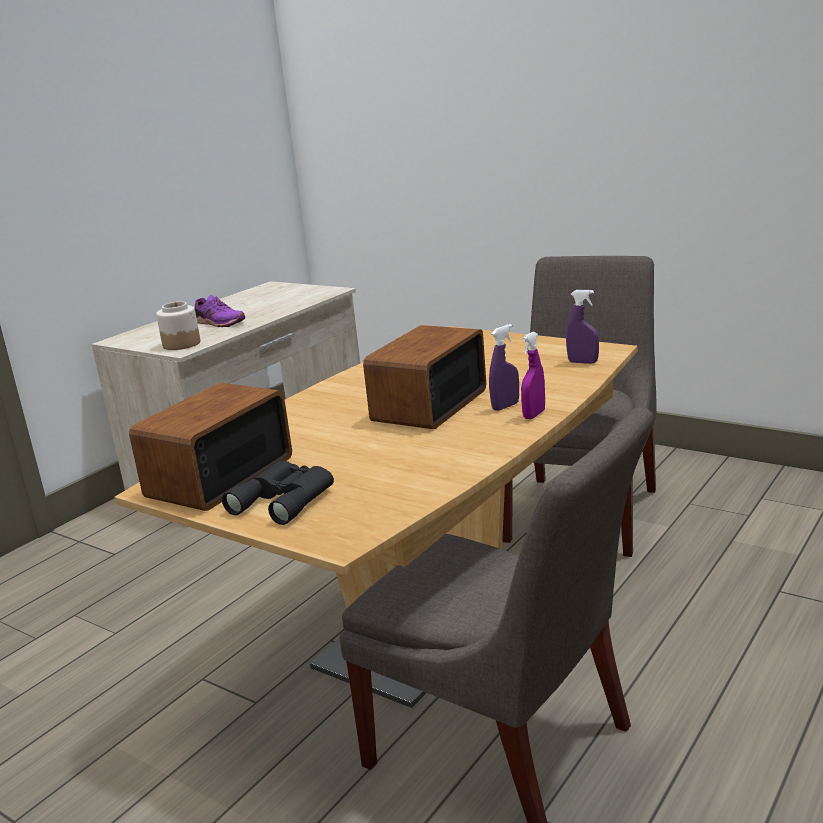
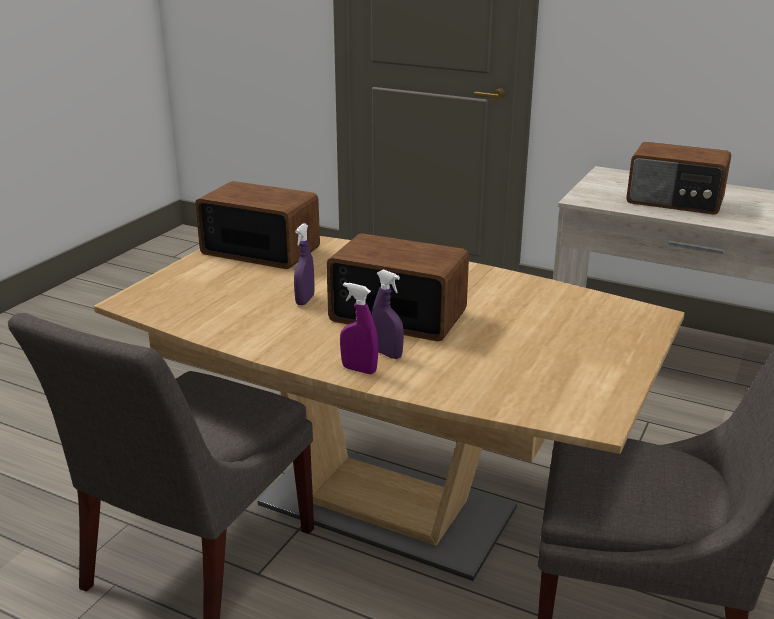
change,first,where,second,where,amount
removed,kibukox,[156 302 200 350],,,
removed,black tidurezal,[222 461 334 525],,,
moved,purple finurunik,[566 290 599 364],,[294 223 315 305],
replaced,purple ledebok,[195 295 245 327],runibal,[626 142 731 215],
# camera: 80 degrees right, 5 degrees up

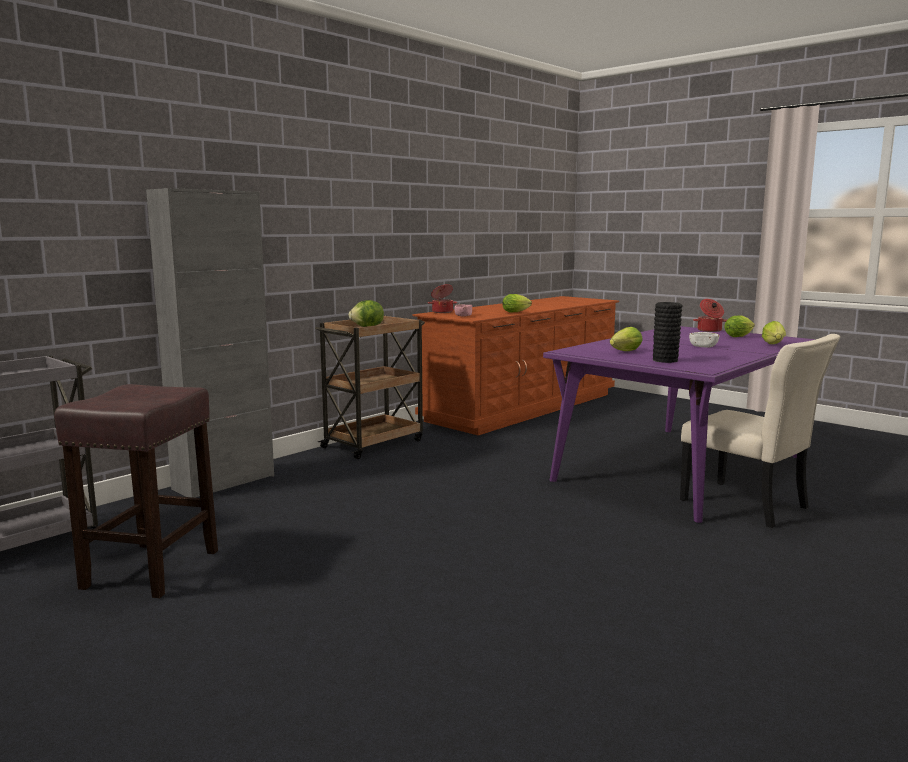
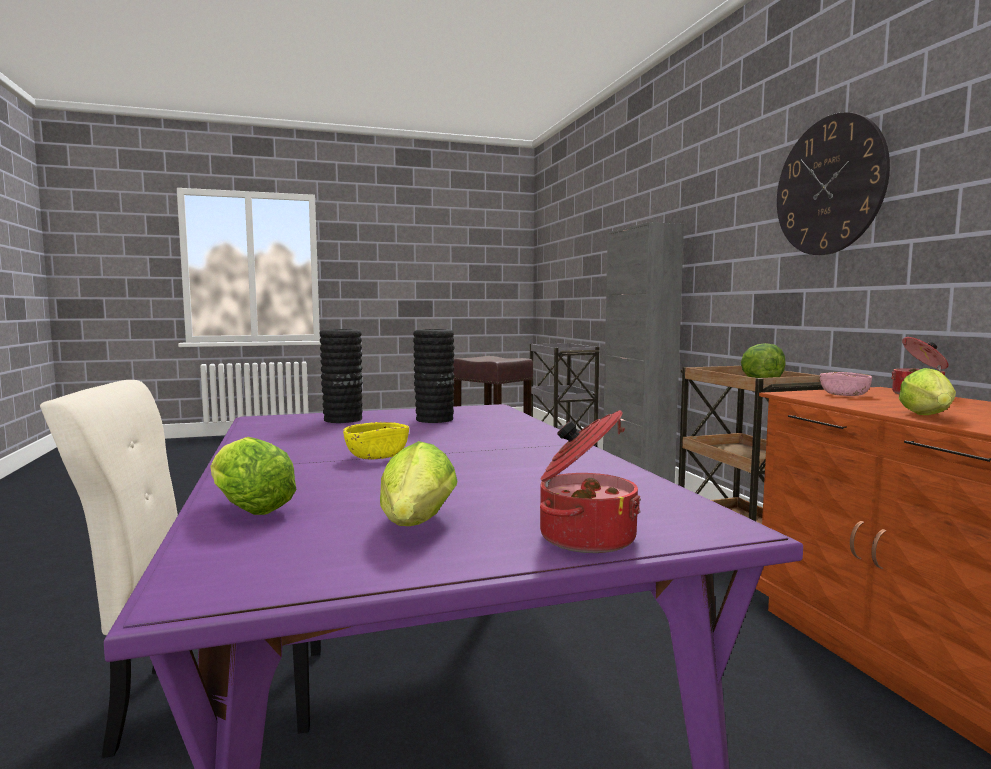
change,first,where,second,where,amount
added,,,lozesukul,[777 112 890 255],
replaced,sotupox,[610 327 643 351],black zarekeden,[413 329 454 423],
recoloured,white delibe,[689 332 719 347],yellow delibe,[343 422 409 459],
# camera: 120 degrees right, 5 degrees down

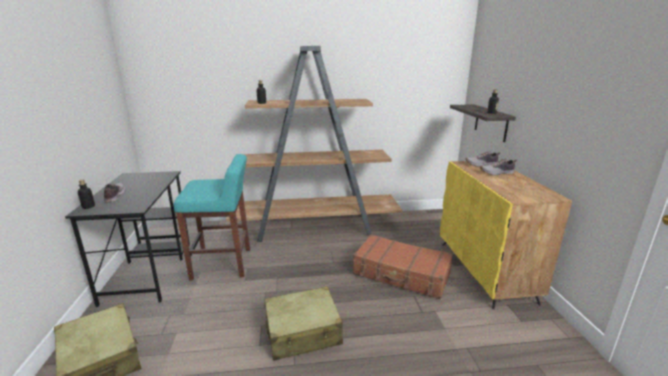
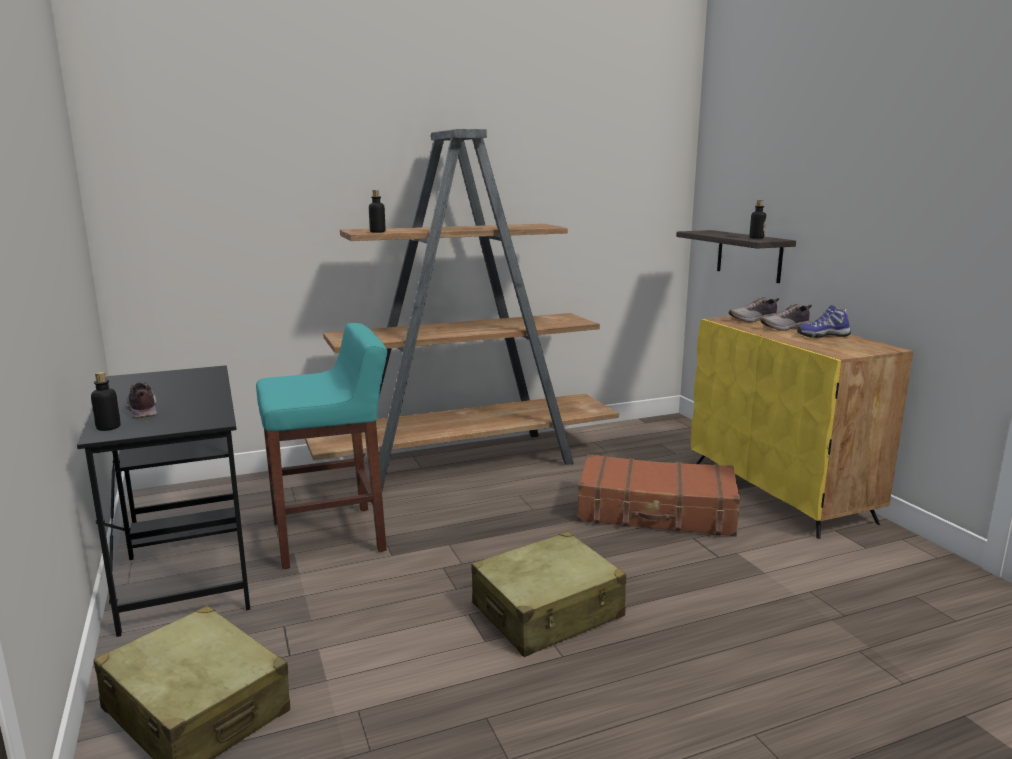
change,first,where,second,where,amount
added,,,ledebok,[797 305 851 338],
# camera: 15 degrees left, 5 degrees down

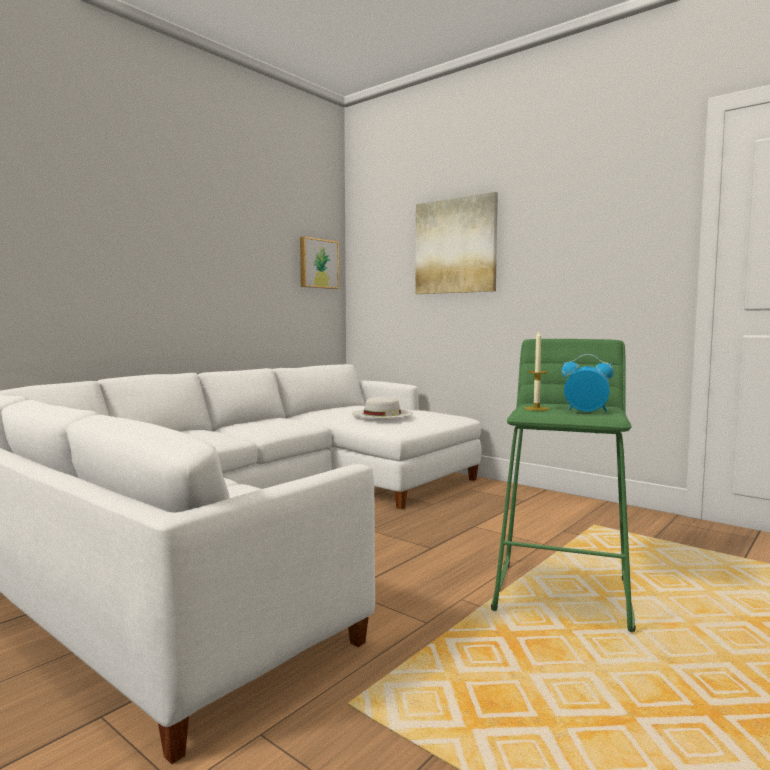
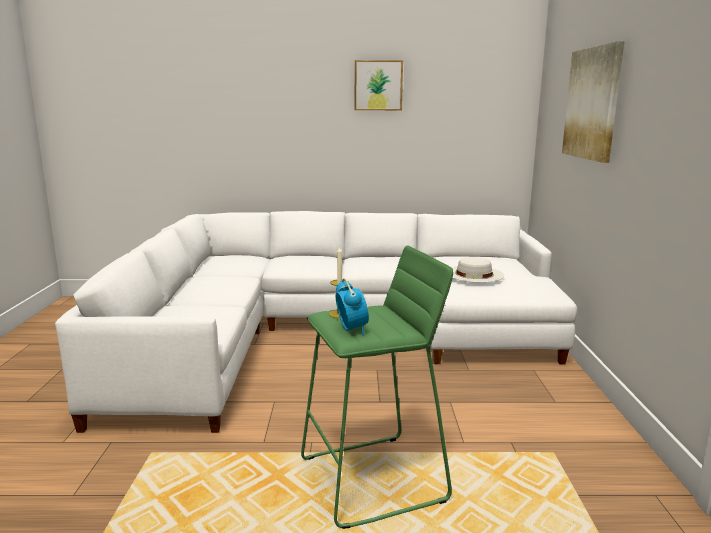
change,first,where,second,where,amount
moved,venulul,[300 237 339 289],,[355 60 403 110],
# camera: 50 degrees right, 10 degrees up

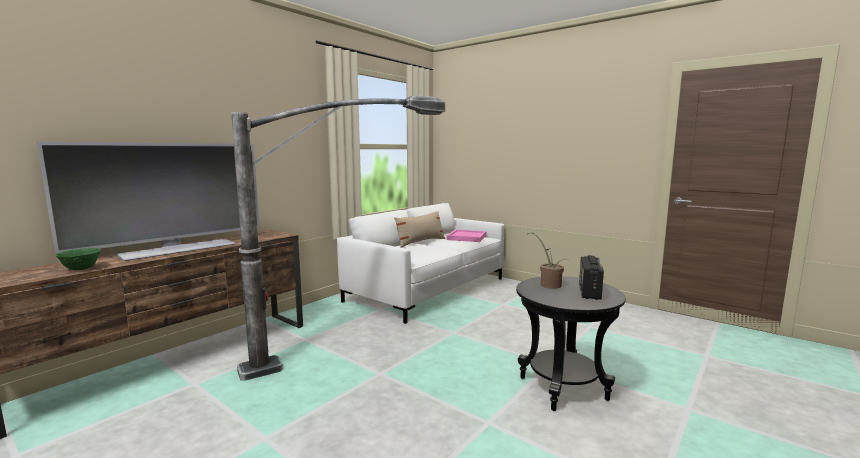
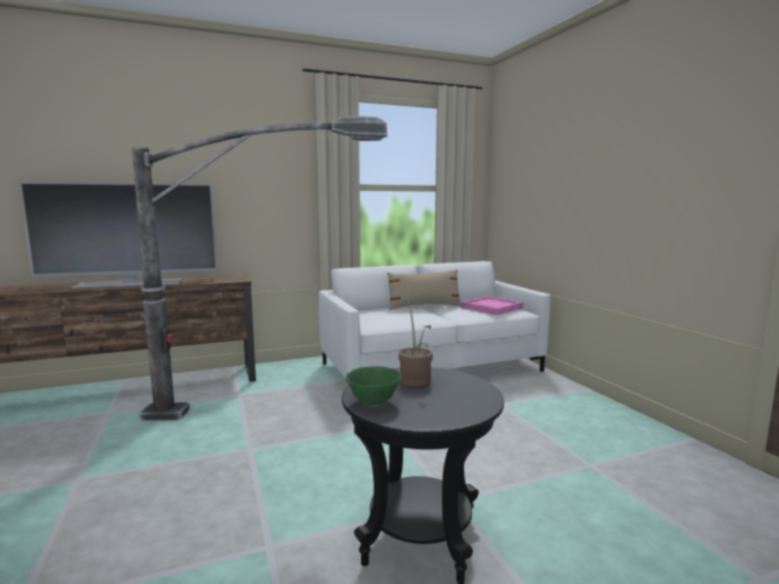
change,first,where,second,where,amount
removed,runibal,[579 255 604 300],,,
moved,green delibe,[56 248 101 270],,[346 366 402 405],
# camera: 30 degrees right, 0 degrees up

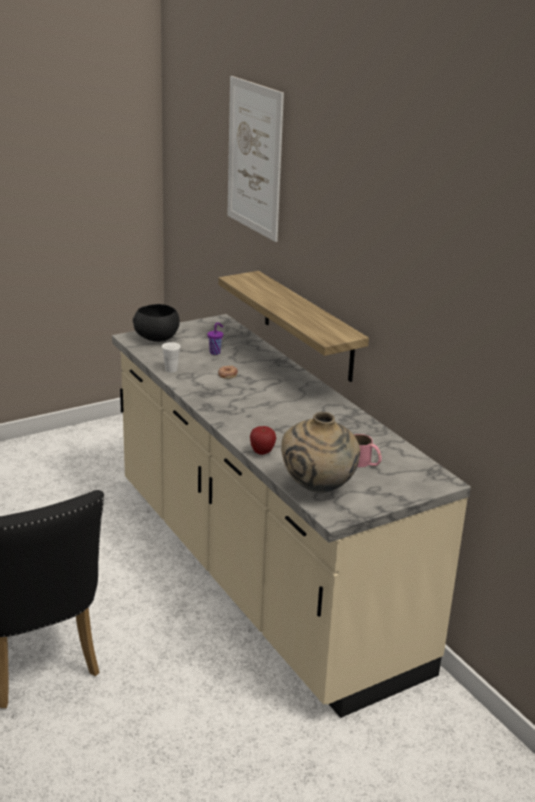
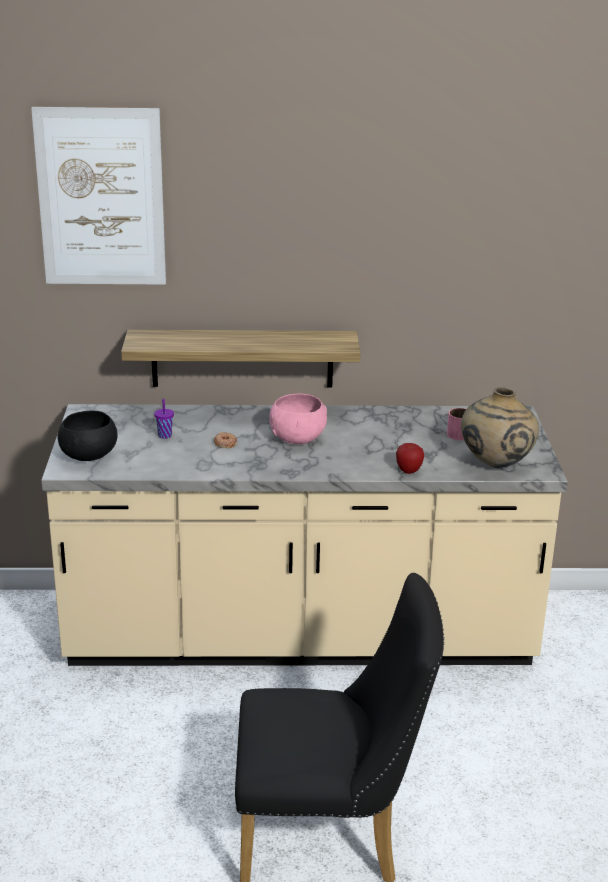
change,first,where,second,where,amount
removed,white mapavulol,[162 342 181 373],,,
added,,,pink delibe,[269 394 327 444],
# camera: 60 degrees left, 0 degrees up

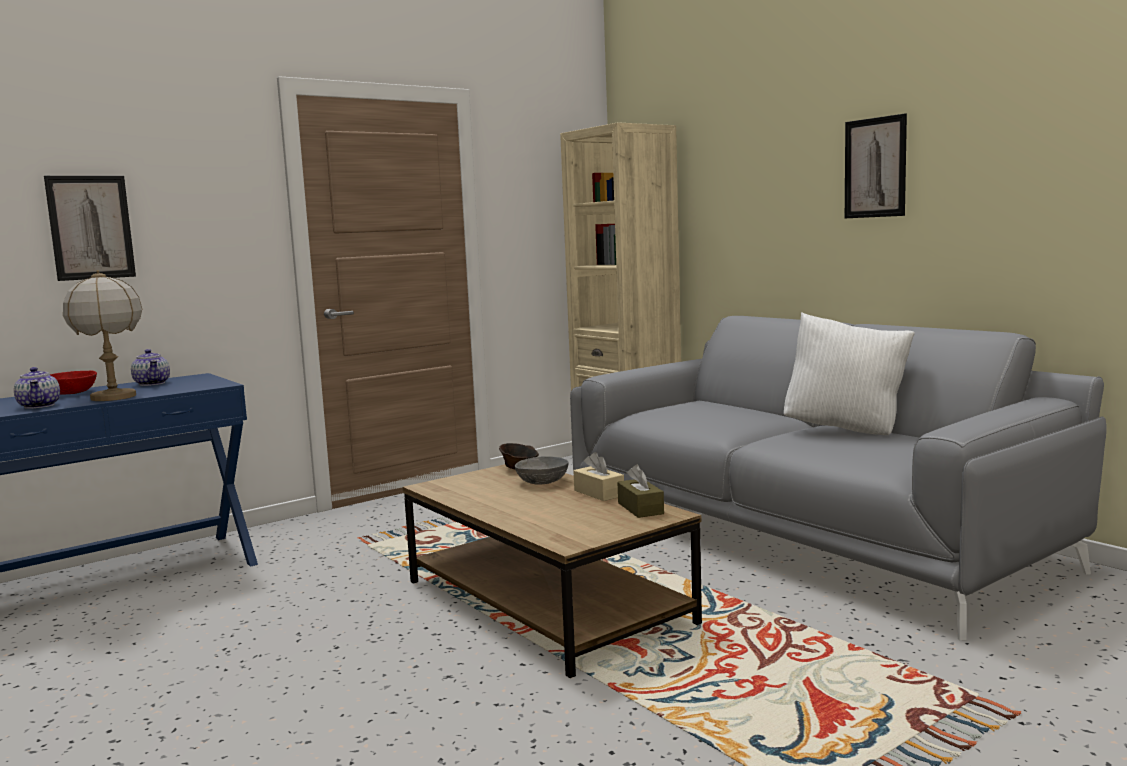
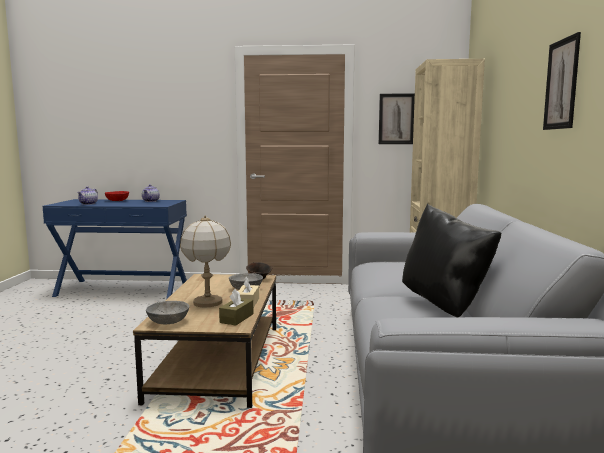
change,first,where,second,where,amount
added,,,grey delibe,[146 301 189 324],
moved,venulul,[44 176 136 281],,[379 93 415 144],
moved,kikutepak,[63 270 142 401],,[180 215 231 307],
recoloured,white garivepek,[784 312 915 435],black garivepek,[402 203 502 317],
# camera: 40 degrees right, 0 degrees up

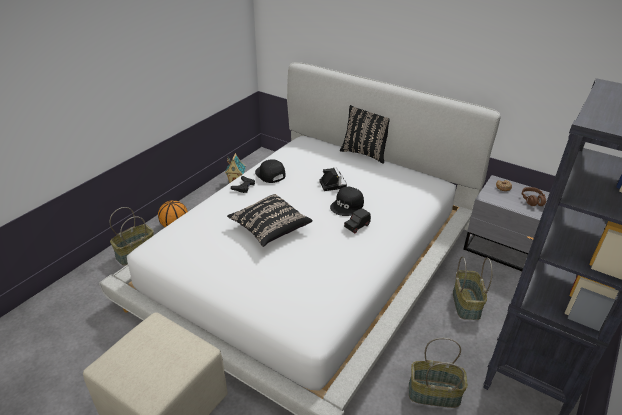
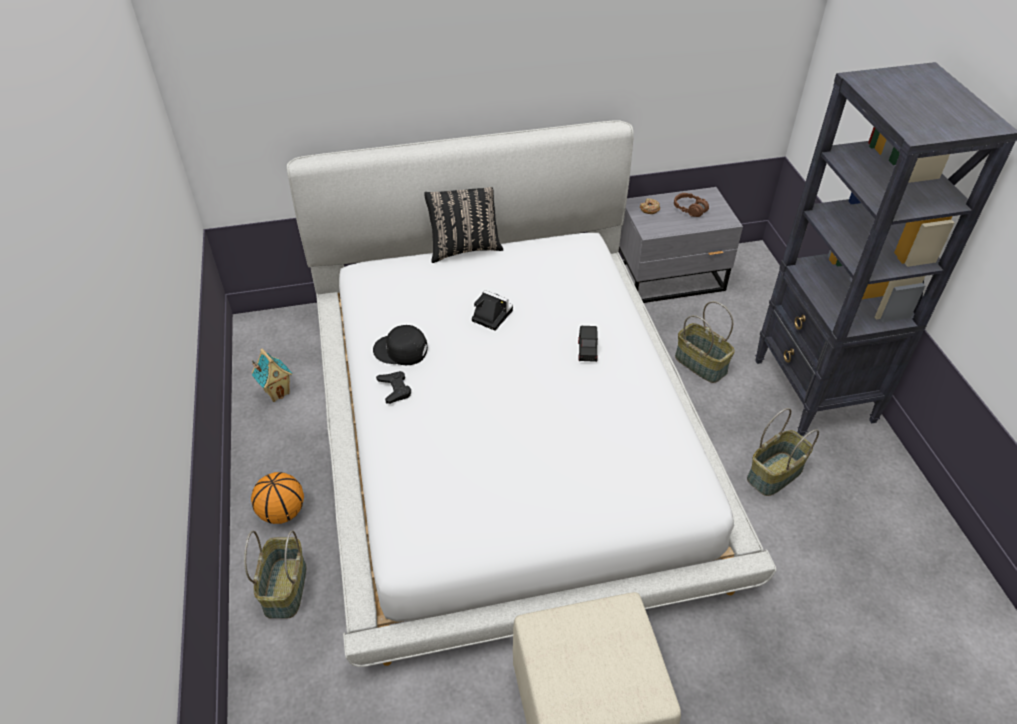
change,first,where,second,where,amount
removed,black garivepek,[227 194 312 247],,,
removed,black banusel,[330 187 364 216],,,
# camera: 45 degrees left, 10 degrees up

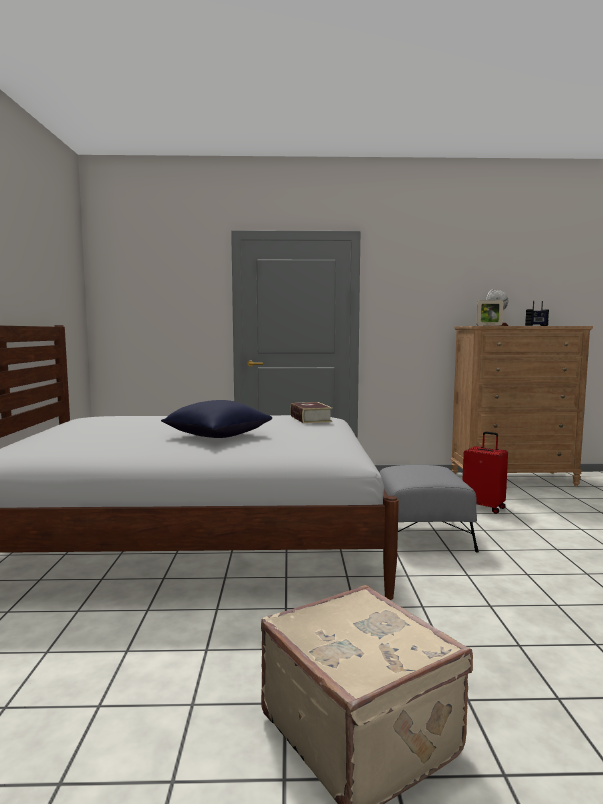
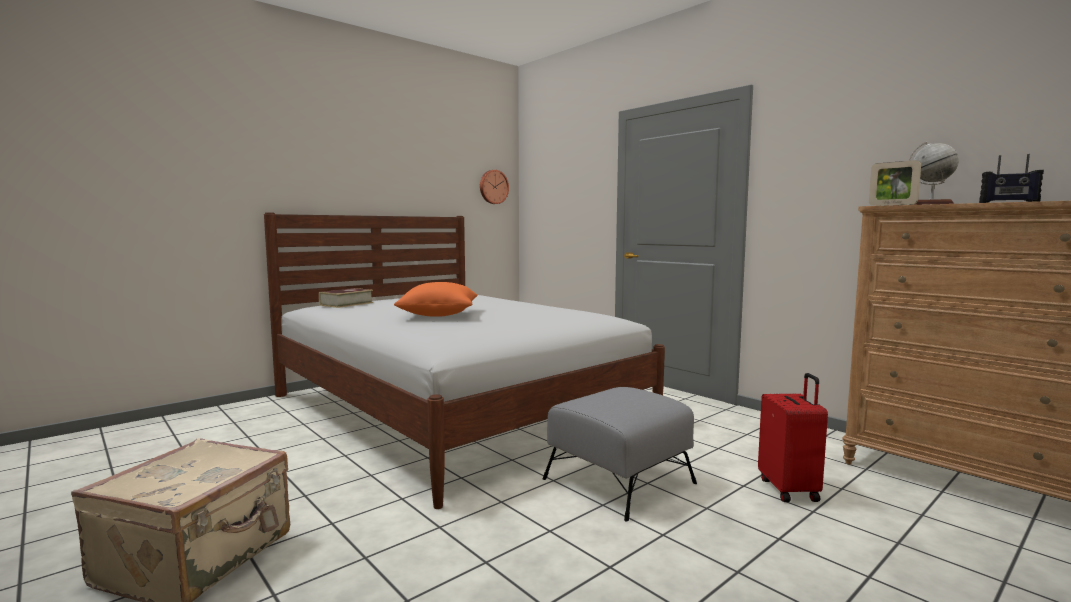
change,first,where,second,where,amount
added,,,lozesukul,[480 170 509 204],
moved,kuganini,[290 402 332 423],,[319 288 373 308],
recoloured,blue garivepek,[161 400 272 438],orange garivepek,[394 282 478 317],
# camera: 50 degrees right, 0 degrees up

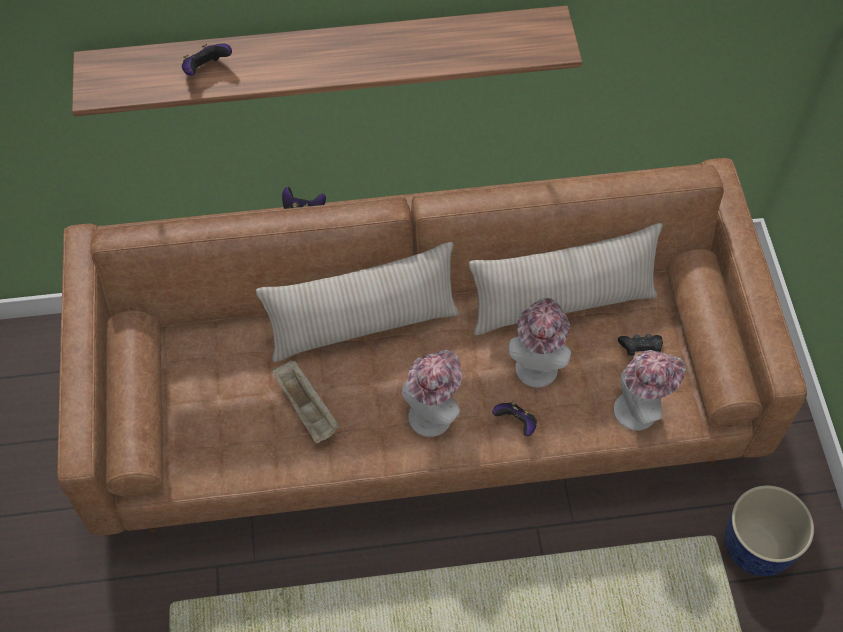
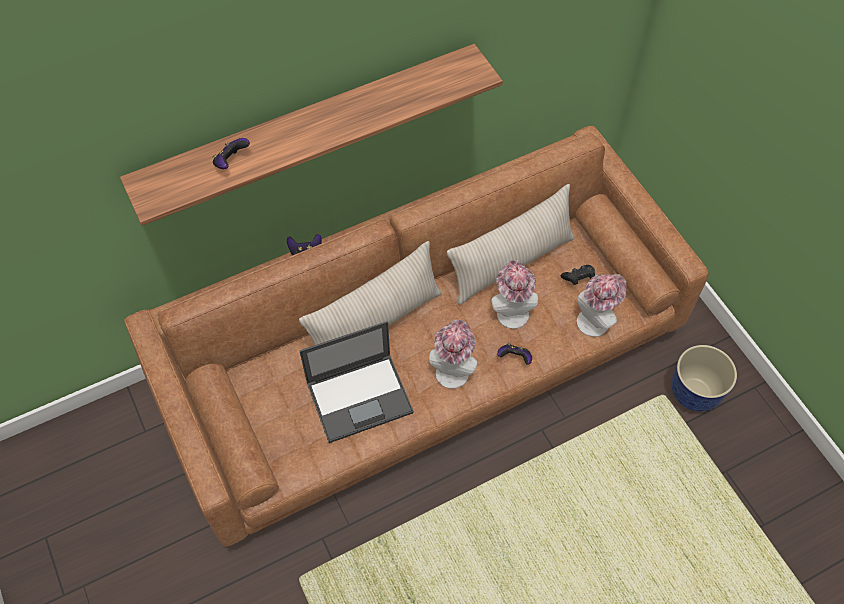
change,first,where,second,where,amount
replaced,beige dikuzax,[272 360 340 443],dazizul,[300 321 414 443],
# camera: 20 degrees left, 0 degrees up

